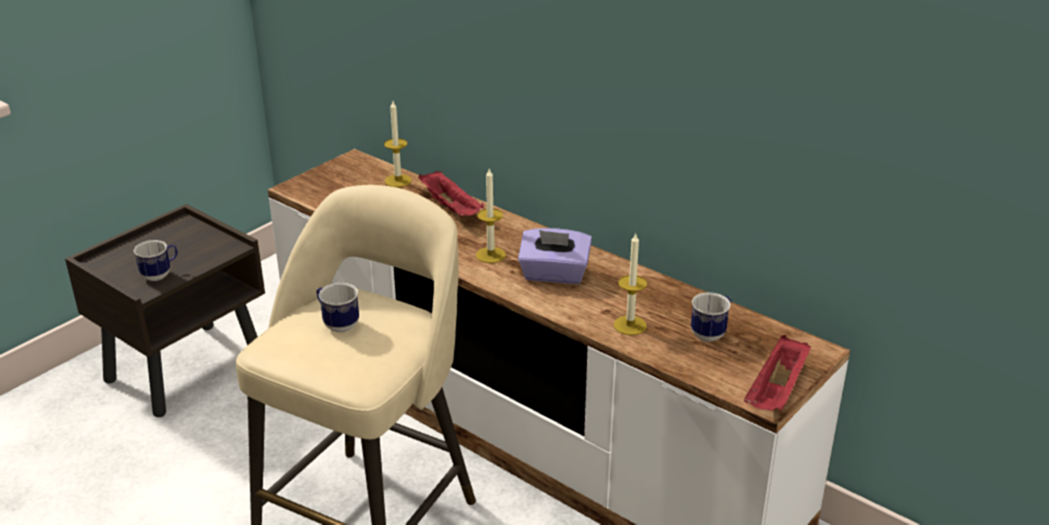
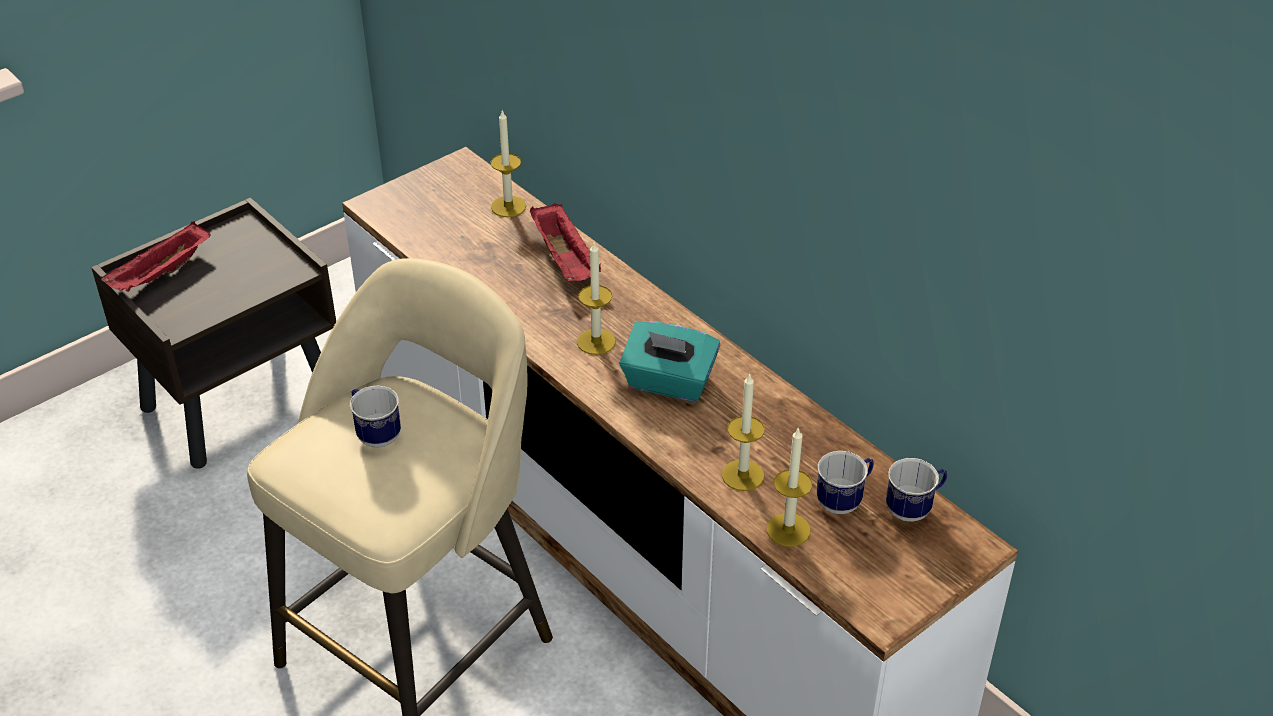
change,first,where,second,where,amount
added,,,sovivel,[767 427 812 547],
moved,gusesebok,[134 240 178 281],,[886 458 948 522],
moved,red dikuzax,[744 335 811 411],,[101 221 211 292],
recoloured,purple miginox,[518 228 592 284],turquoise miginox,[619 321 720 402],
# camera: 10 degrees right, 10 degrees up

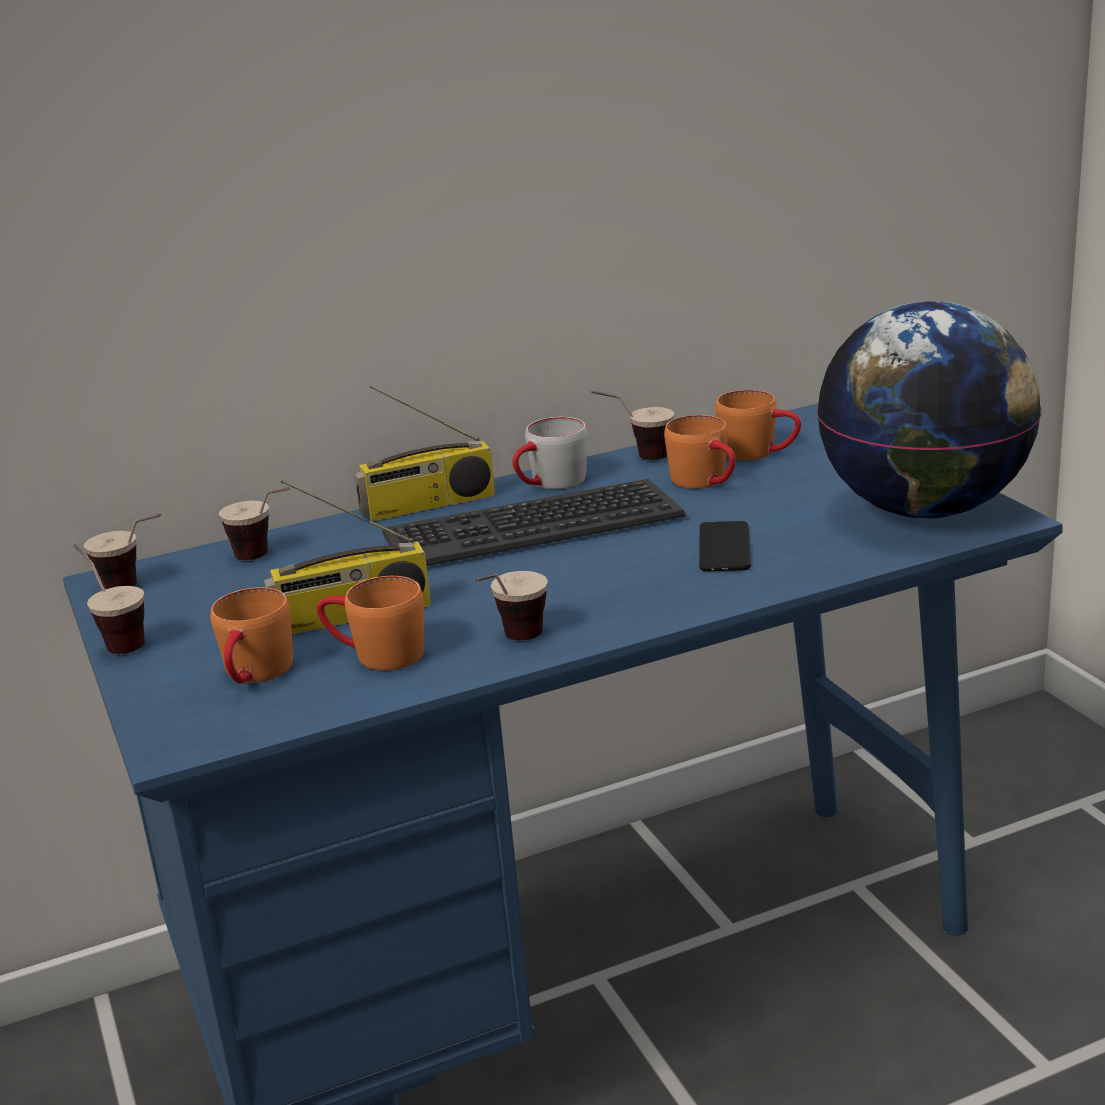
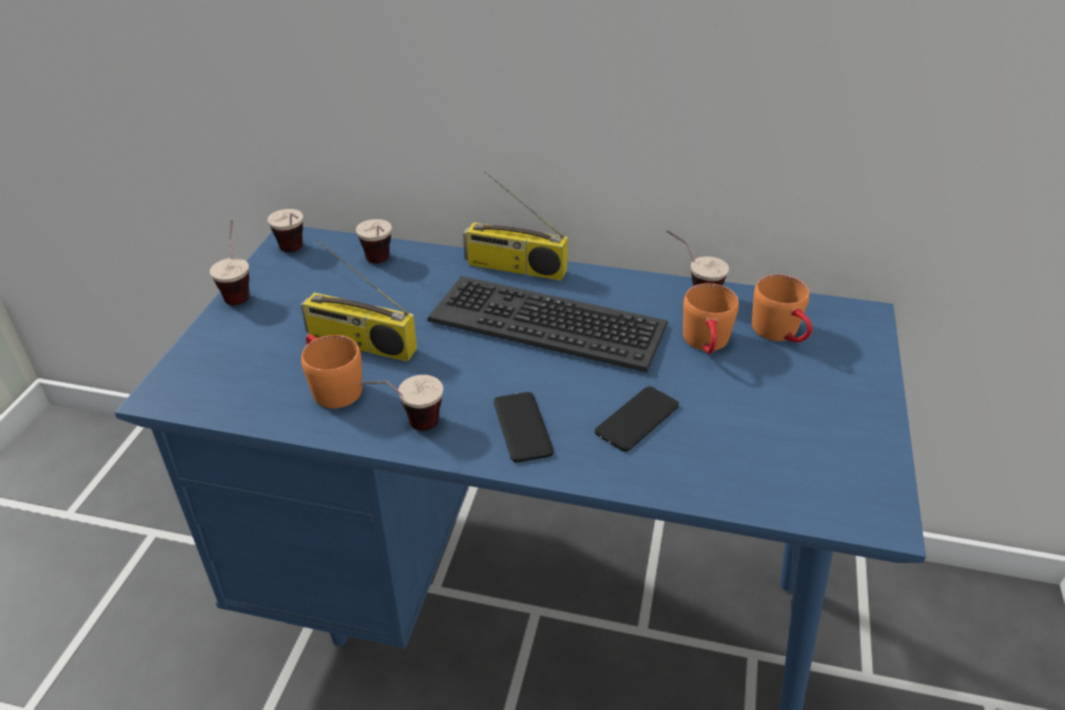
change,first,where,second,where,amount
removed,orange gusesebok,[210 587 293 684],,,
removed,grey gusesebok,[512 417 587 489],,,
removed,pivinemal,[817 301 1041 519],,,
added,,,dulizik,[494 392 554 462],
# camera: 35 degrees right, 15 degrees up

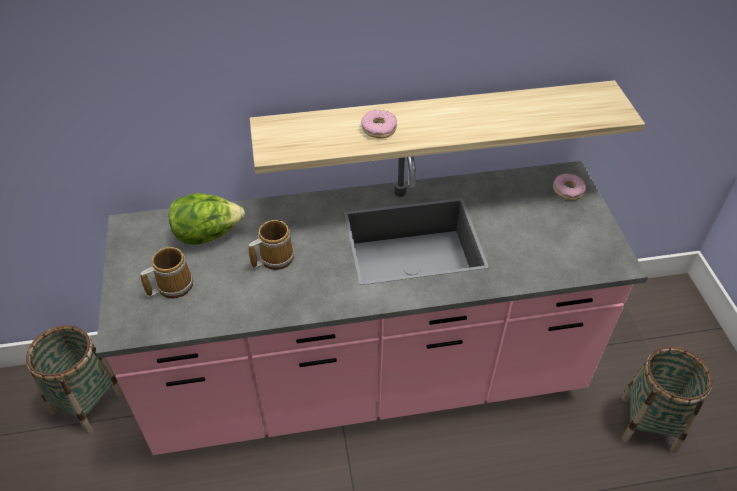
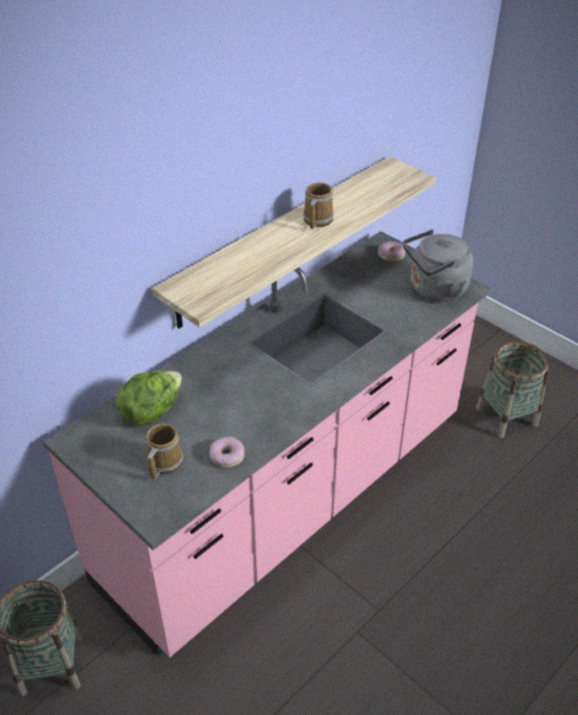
change,first,where,second,where,amount
added,,,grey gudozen,[403 229 473 301],
moved,gusesebok,[249 220 294 270],,[303 182 334 229],
moved,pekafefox,[361 110 397 138],,[209 437 244 468],
# camera: 35 degrees left, 5 degrees down

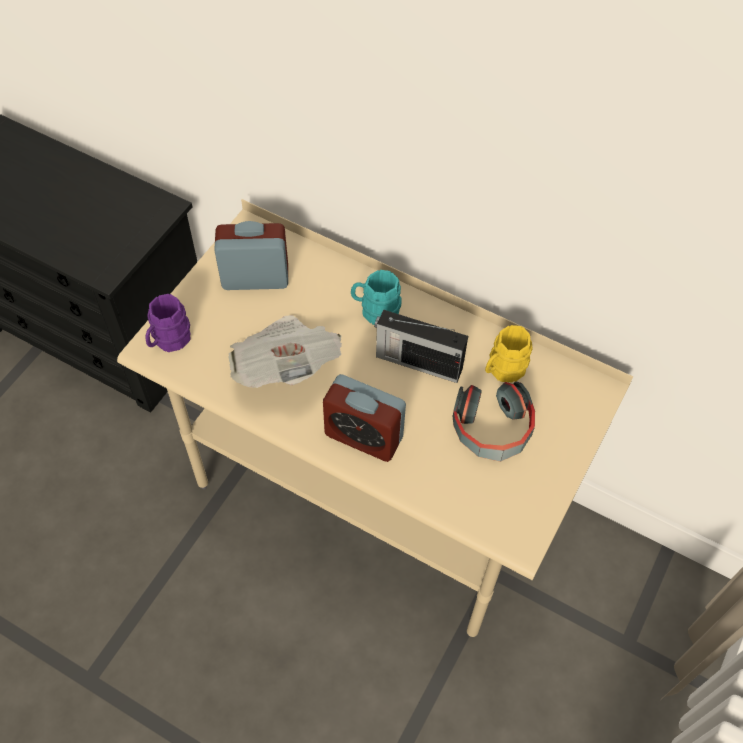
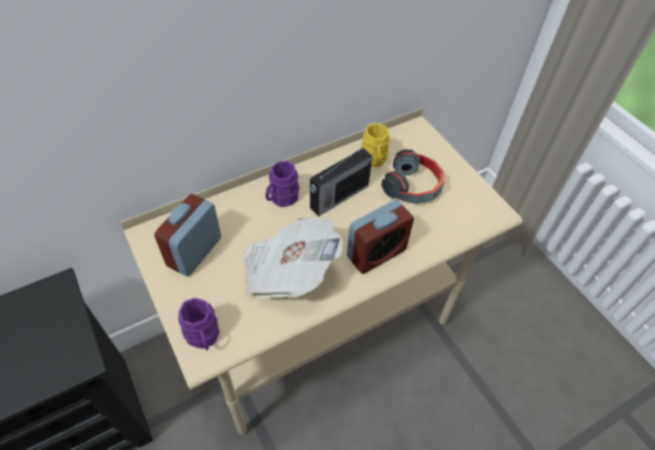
change,first,where,second,where,amount
recoloured,turquoise gusesebok,[351 270 402 325],purple gusesebok,[266 161 300 207],
# camera: 60 degrees left, 5 degrees down

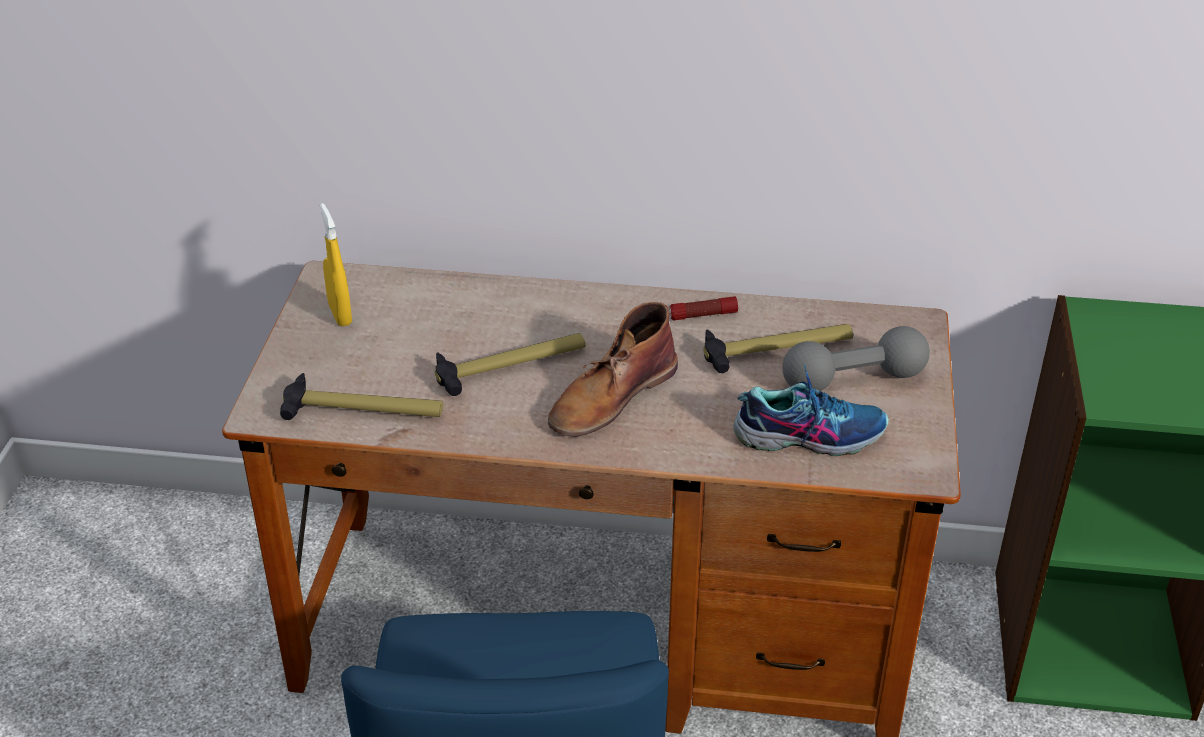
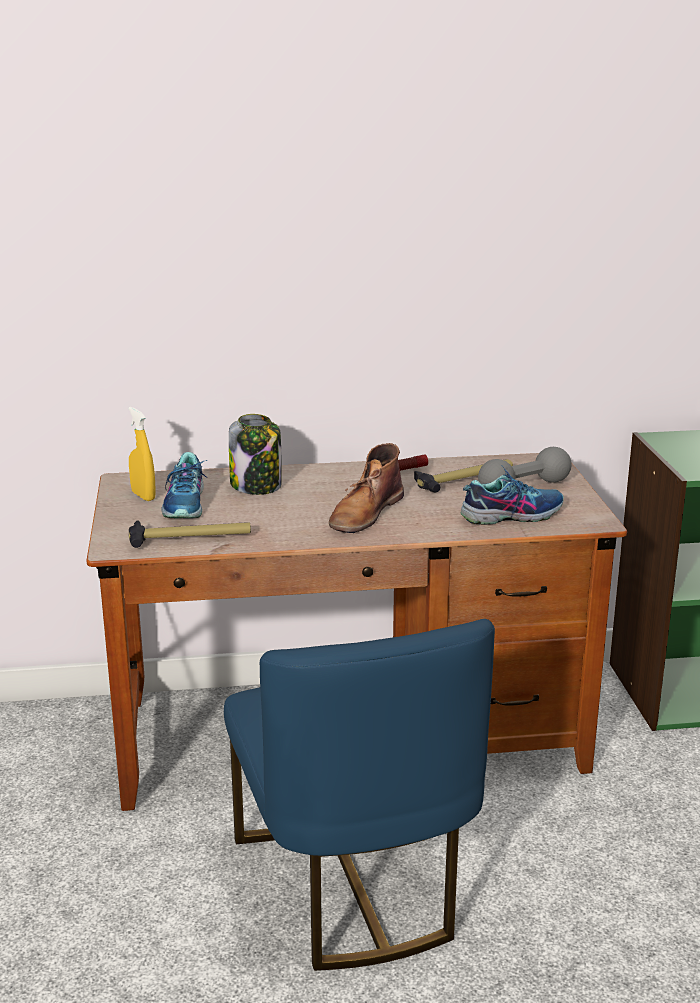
change,first,where,second,where,amount
removed,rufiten,[435 333 585 396],,,
added,,,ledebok,[161 452 208 518],
added,,,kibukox,[229 414 282 495],
# camera: 15 degrees left, 15 degrees down

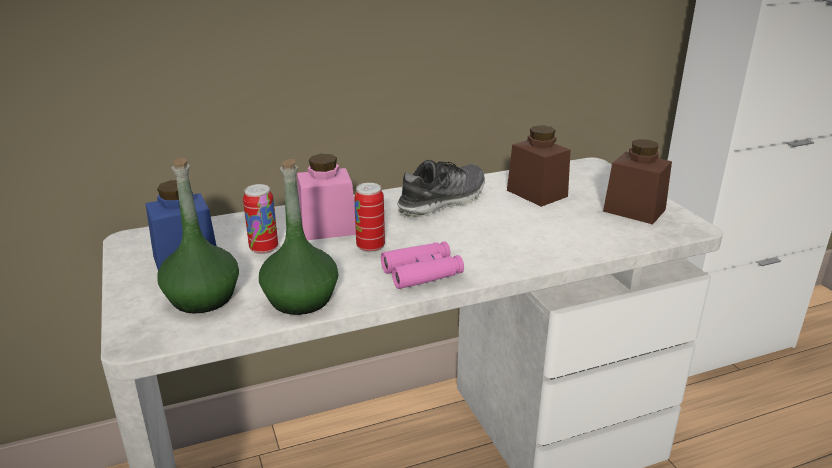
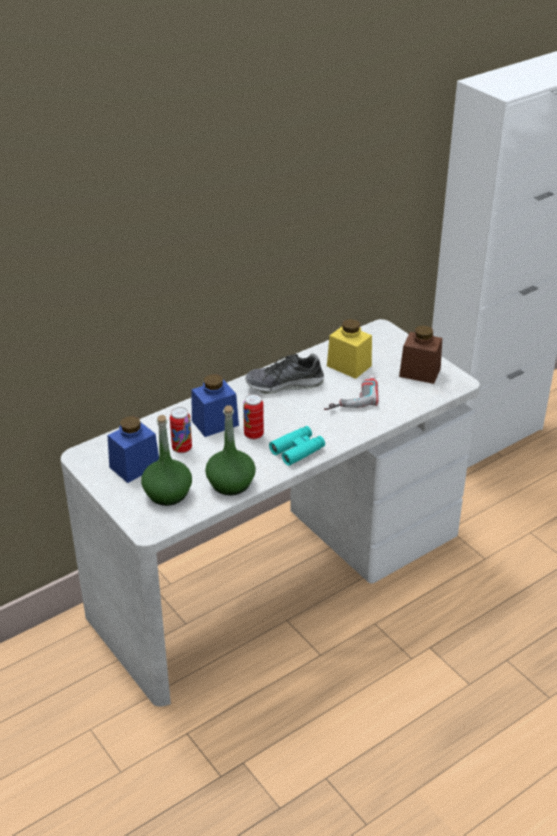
change,first,where,second,where,amount
added,,,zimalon,[324 375 378 410],
recoloured,pink kibukox,[297 154 356 240],blue kibukox,[192 374 239 437],
recoloured,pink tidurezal,[381 241 464 289],turquoise tidurezal,[269 426 325 466],
recoloured,brown kibukox,[507 125 571 207],yellow kibukox,[327 319 372 379],
turned,ledebok,[397 160 485 218],,[245 354 324 394],135 degrees counterclockwise
# camera: 15 degrees left, 10 degrees up

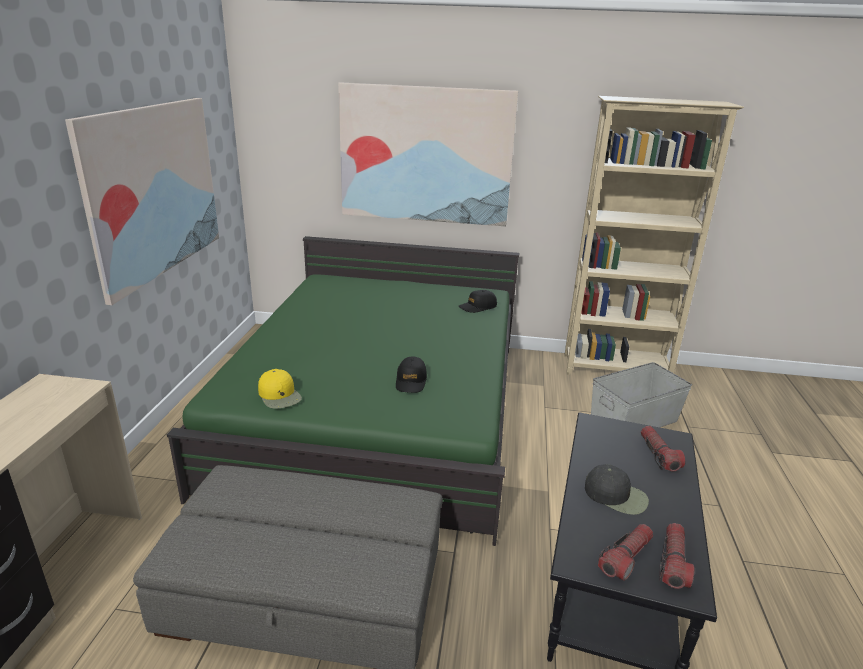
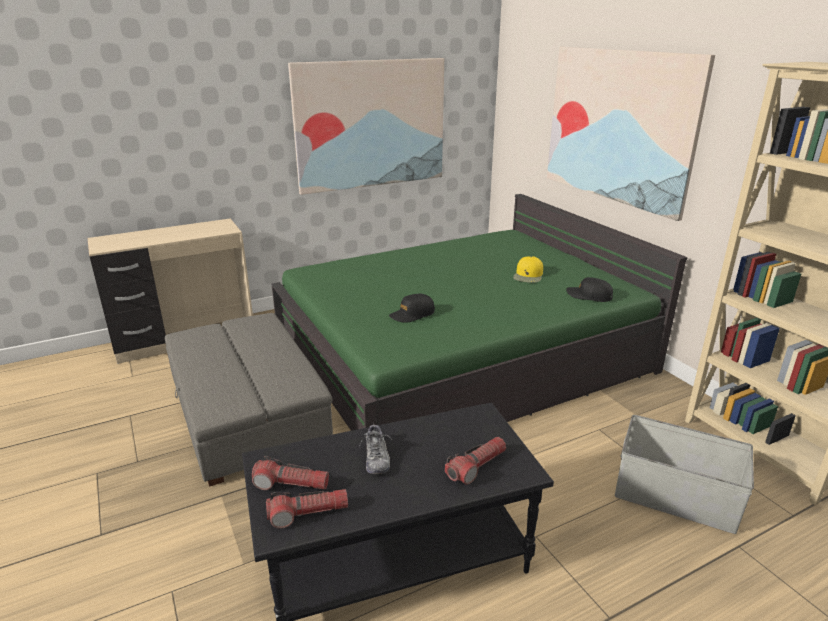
change,first,where,second,where,amount
moved,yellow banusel,[258 369 302 409],,[513 256 543 283],
replaced,black banusel,[585 464 649 515],ledebok,[360 425 393 474],
# camera: 55 degrees right, 0 degrees up

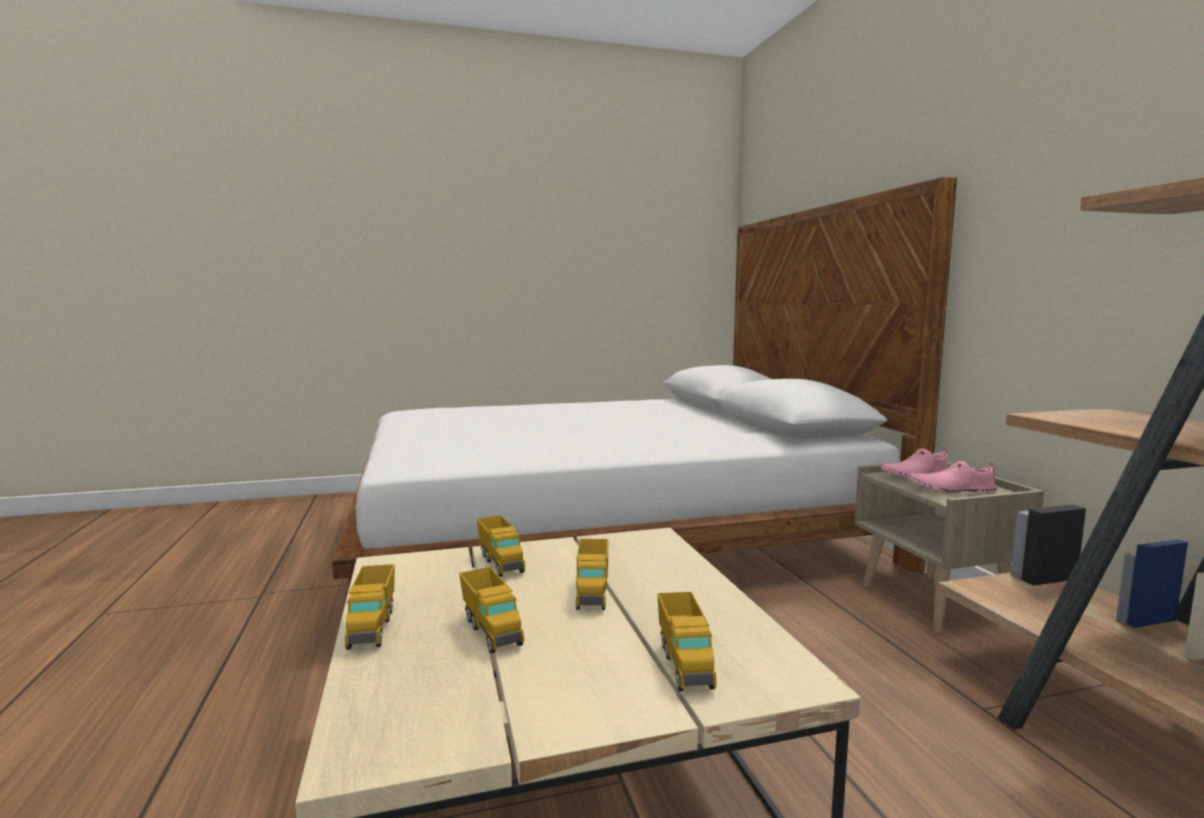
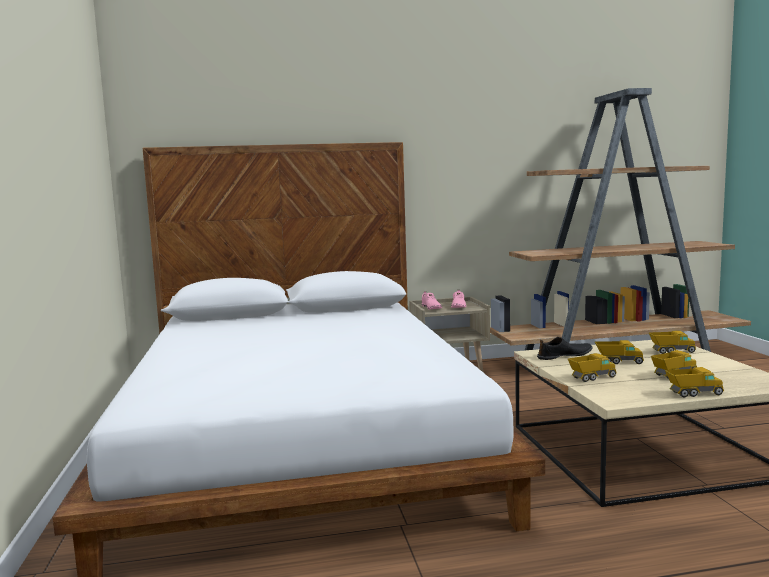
change,first,where,second,where,amount
added,,,black ledebok,[537 337 593 360],
# camera: 85 degrees left, 0 degrees up

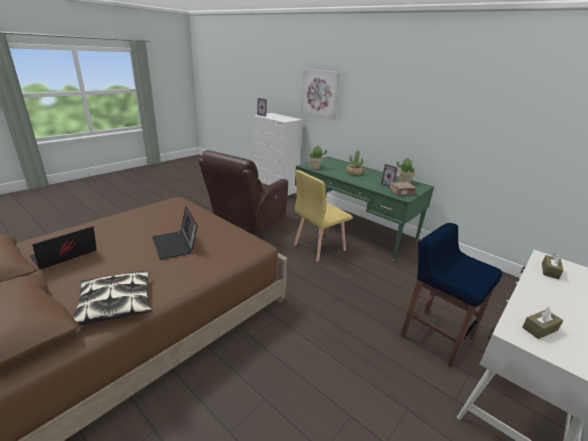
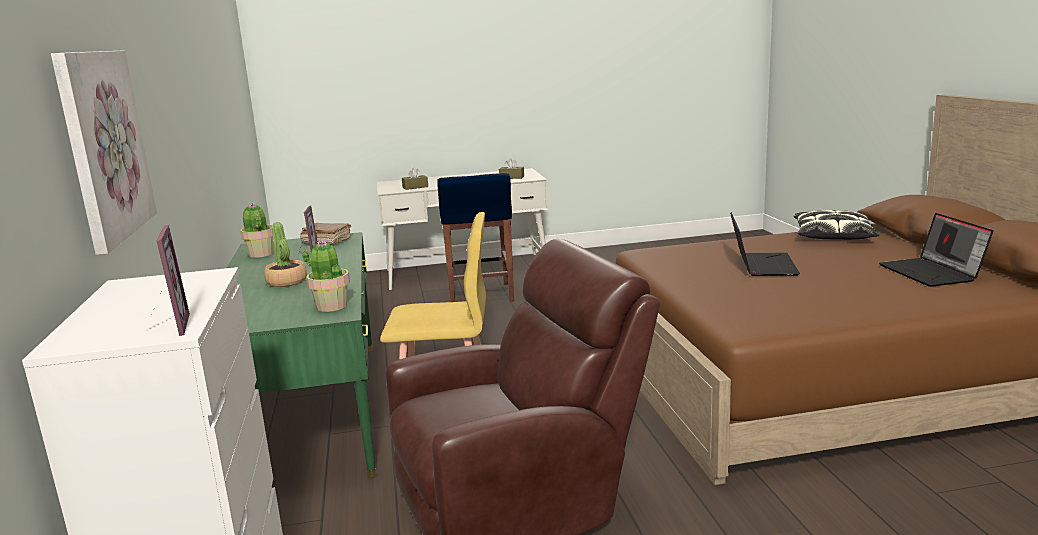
change,first,where,second,where,amount
turned,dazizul,[30 226 97 270],,[879 213 993 287],90 degrees clockwise
# camera: 140 degrees left, 10 degrees down

